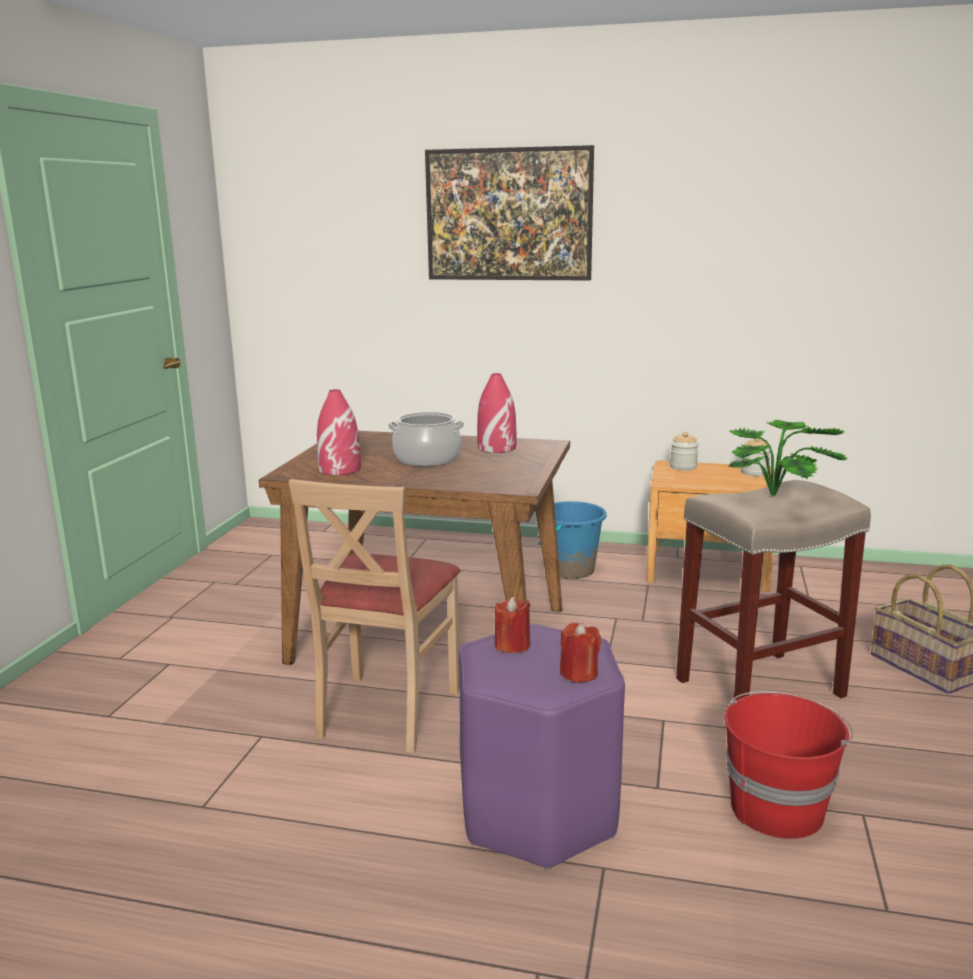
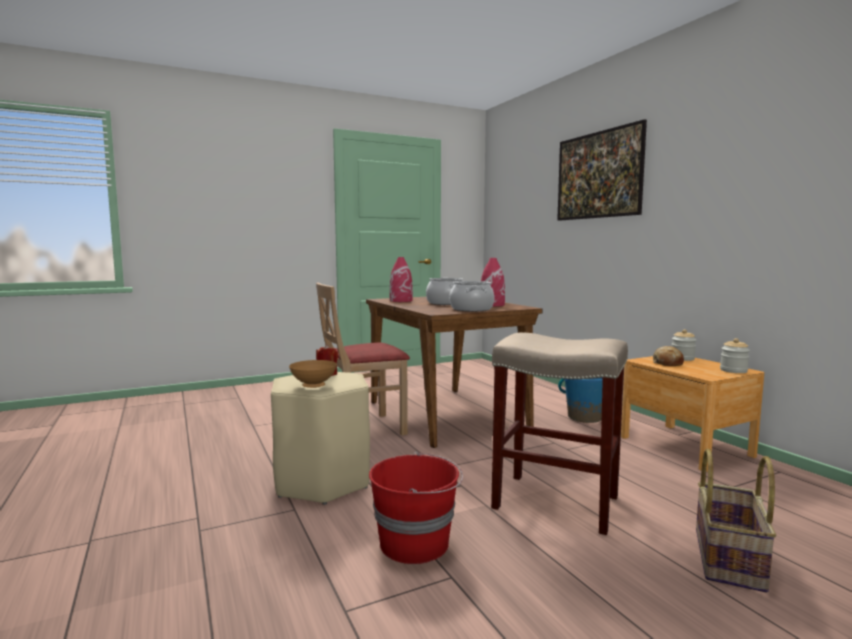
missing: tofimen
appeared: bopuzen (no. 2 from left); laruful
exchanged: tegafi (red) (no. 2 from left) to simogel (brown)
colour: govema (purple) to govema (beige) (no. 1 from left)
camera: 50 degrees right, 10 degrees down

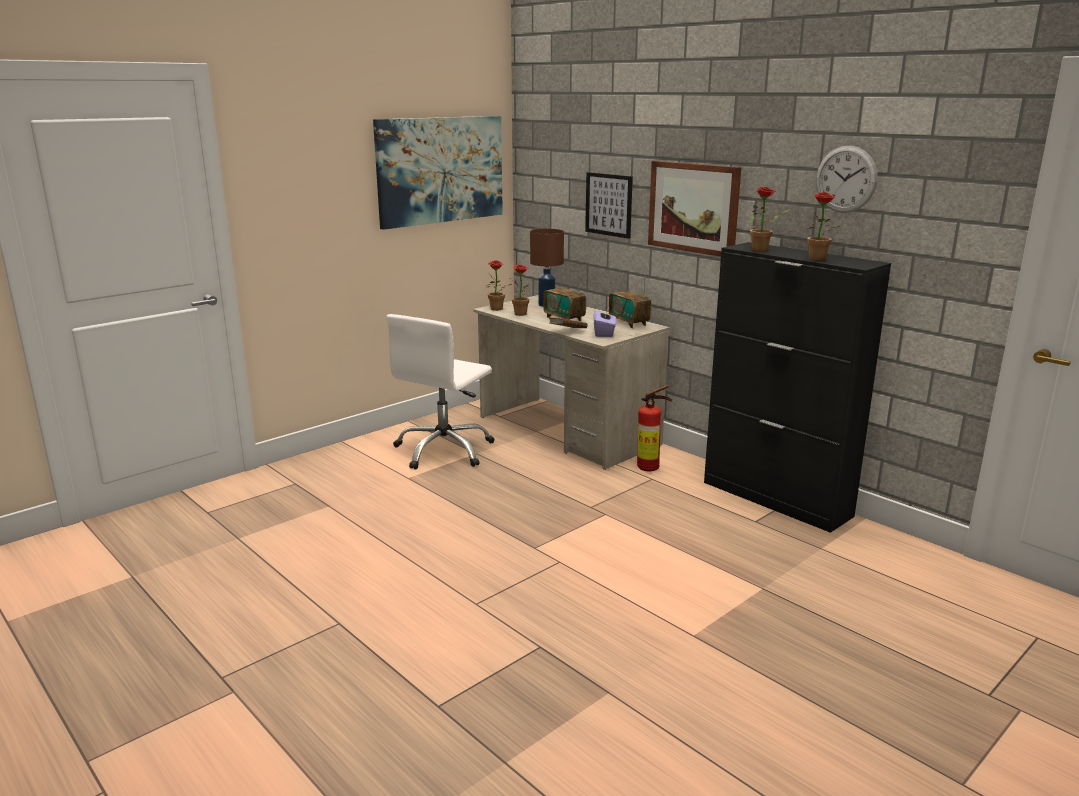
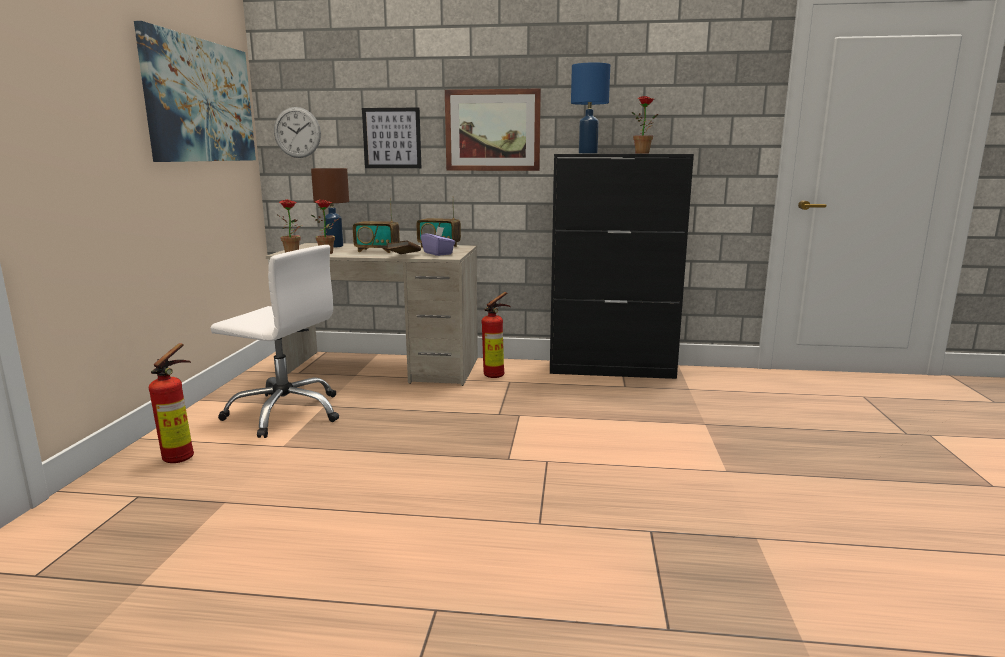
appeared: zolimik (no. 1 from left)
relocated: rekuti
exchanged: tofimen (no. 3 from left) to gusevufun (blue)
spun: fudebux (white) 60 degrees counterclockwise
camera: 40 degrees left, 5 degrees down

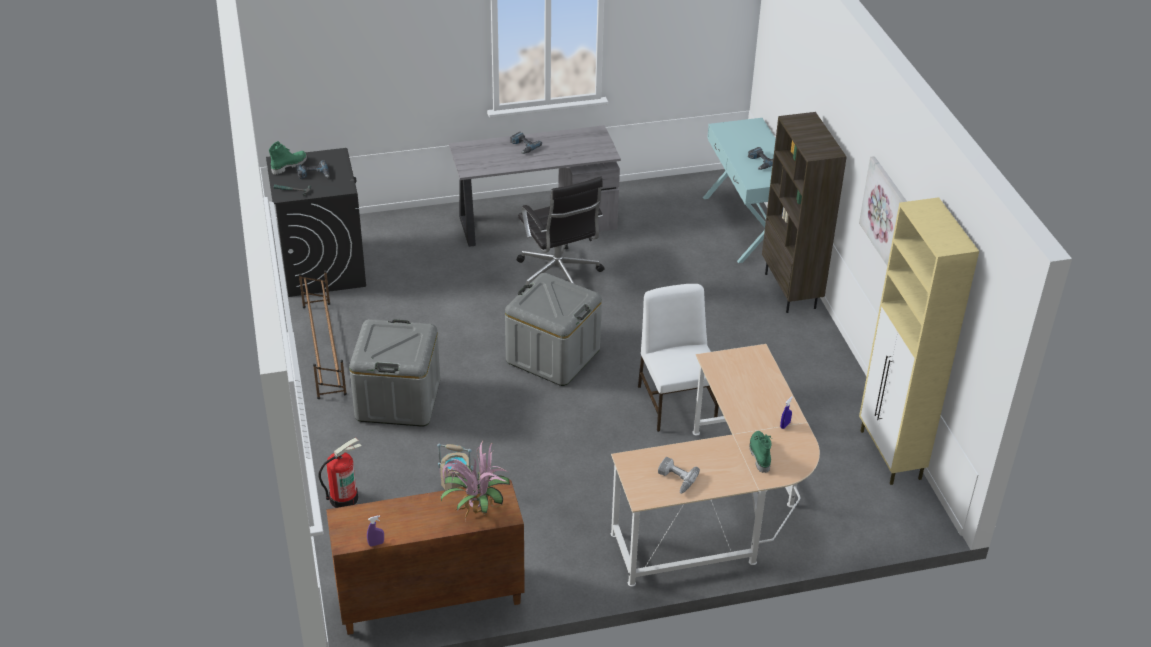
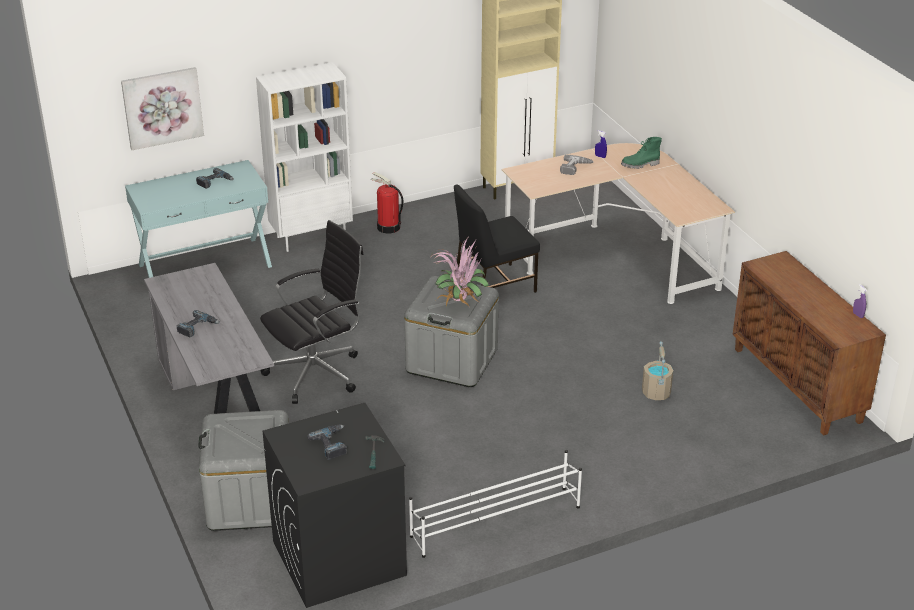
missing: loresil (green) (no. 1 from left)
relocated: zolimik; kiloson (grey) (no. 1 from left); tofimen; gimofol (no. 3 from left in the first image) to gimofol (no. 4 from left); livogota
colour: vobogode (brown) to vobogode (white); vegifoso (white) to vegifoso (black); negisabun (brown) to negisabun (white)
camera: 100 degrees left, 5 degrees down

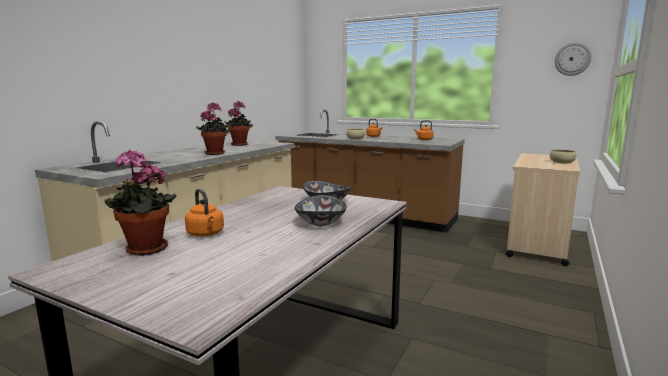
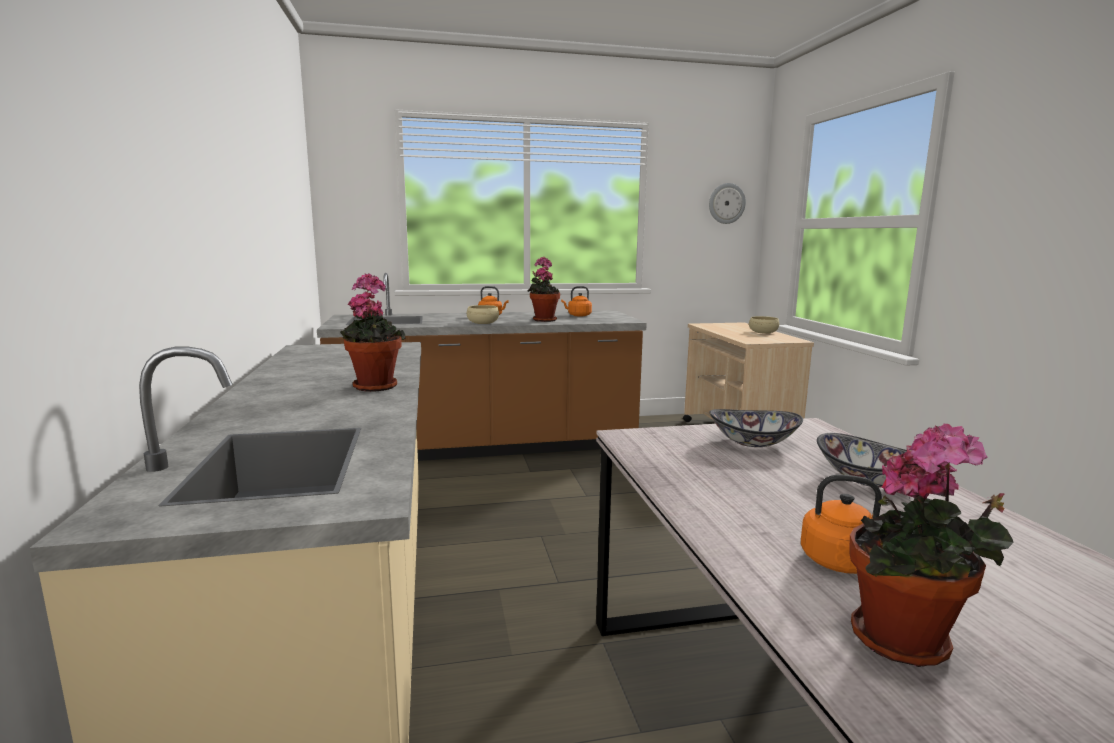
relocated: tofimen (no. 3 from left in the first image) to tofimen (no. 2 from left)
camera: 40 degrees left, 0 degrees up

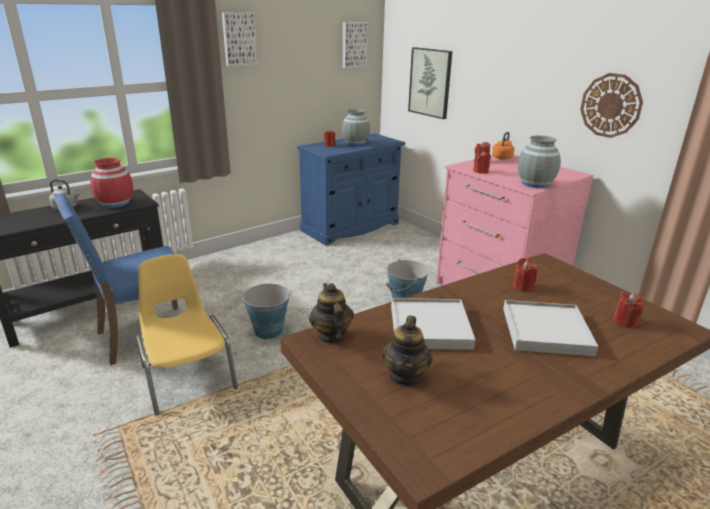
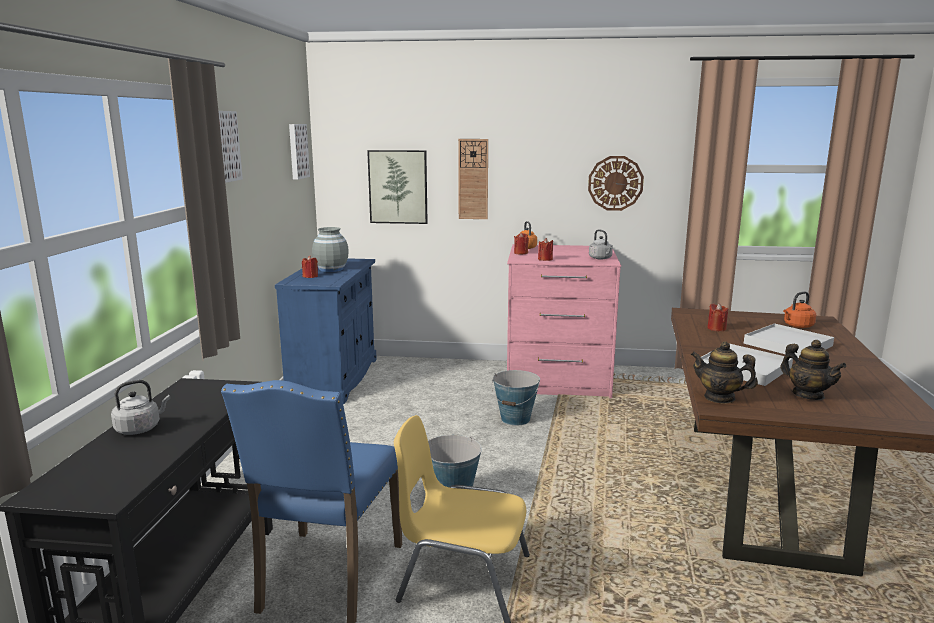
missing: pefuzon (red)
appeared: rekuti (no. 1 from left)
exchanged: pefuzon (grey) (no. 2 from left) to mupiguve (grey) (no. 2 from left); tegafi (red) (no. 5 from left) to mupiguve (orange) (no. 2 from left)
camera: 45 degrees left, 10 degrees down

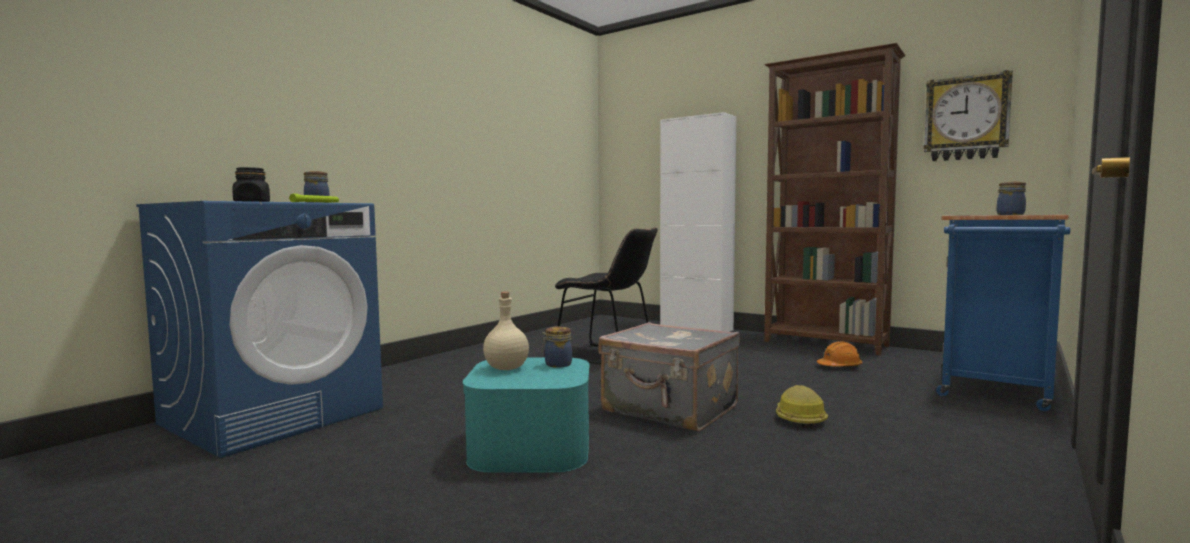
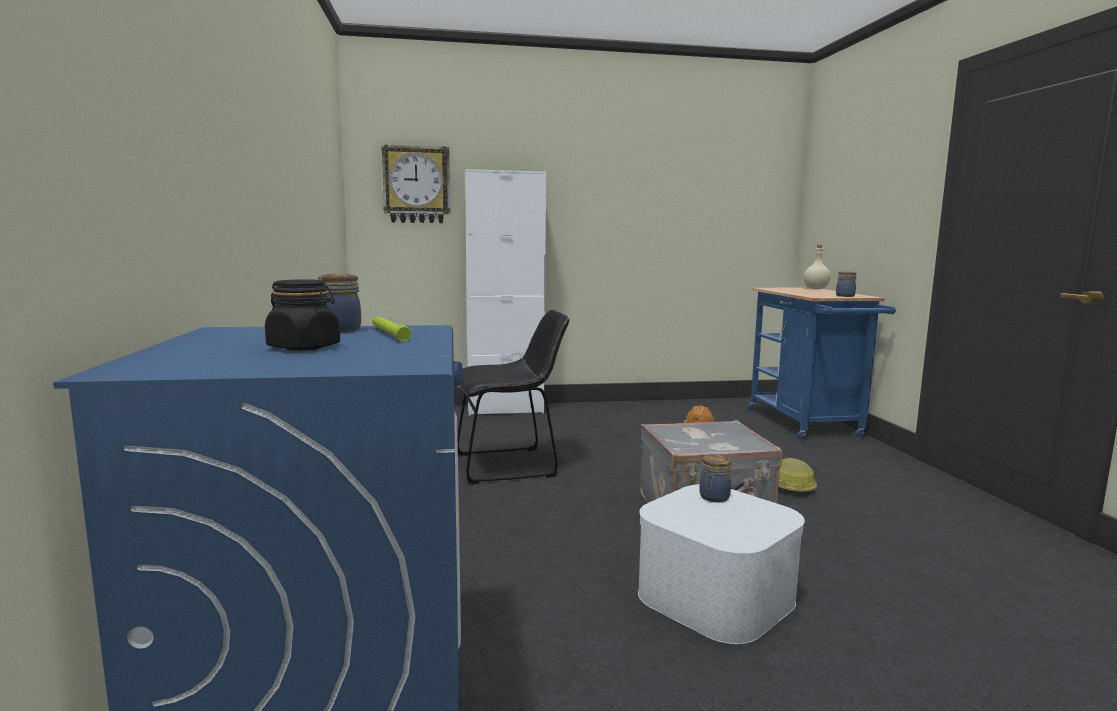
missing: negisabun (brown)
relocated: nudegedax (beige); rekuti
colour: kiloson (turquoise) to kiloson (white)
camera: 45 degrees left, 5 degrees up

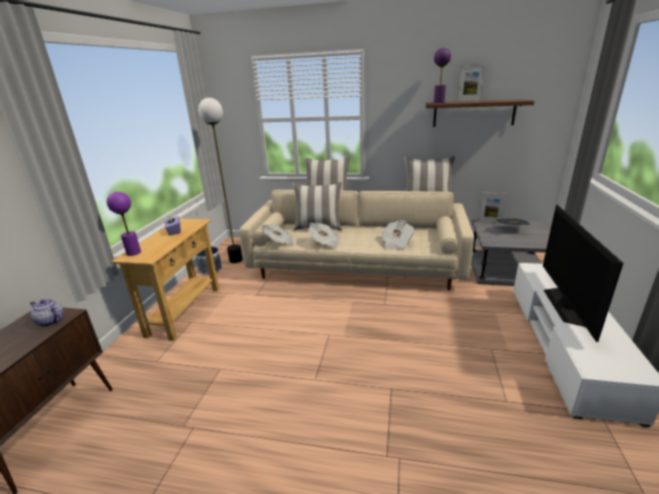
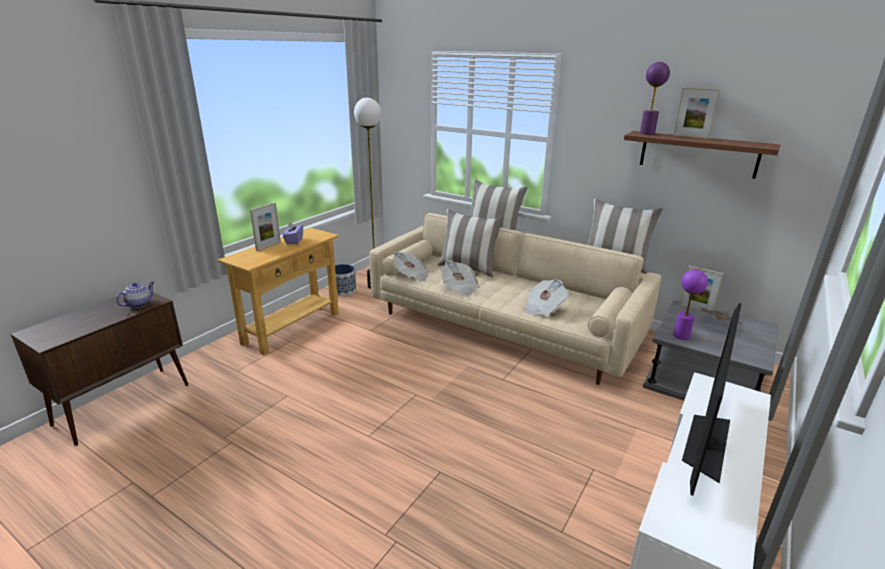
appeared: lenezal (no. 1 from left)
relocated: gusevufun (purple) (no. 1 from left in the first image) to gusevufun (purple) (no. 2 from left)
spun: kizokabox 75 degrees clockwise
camera: 20 degrees right, 0 degrees up

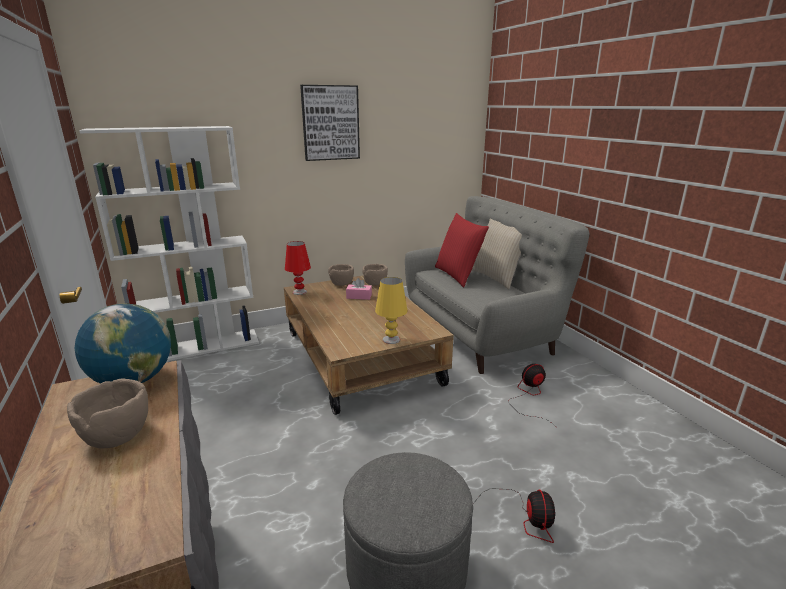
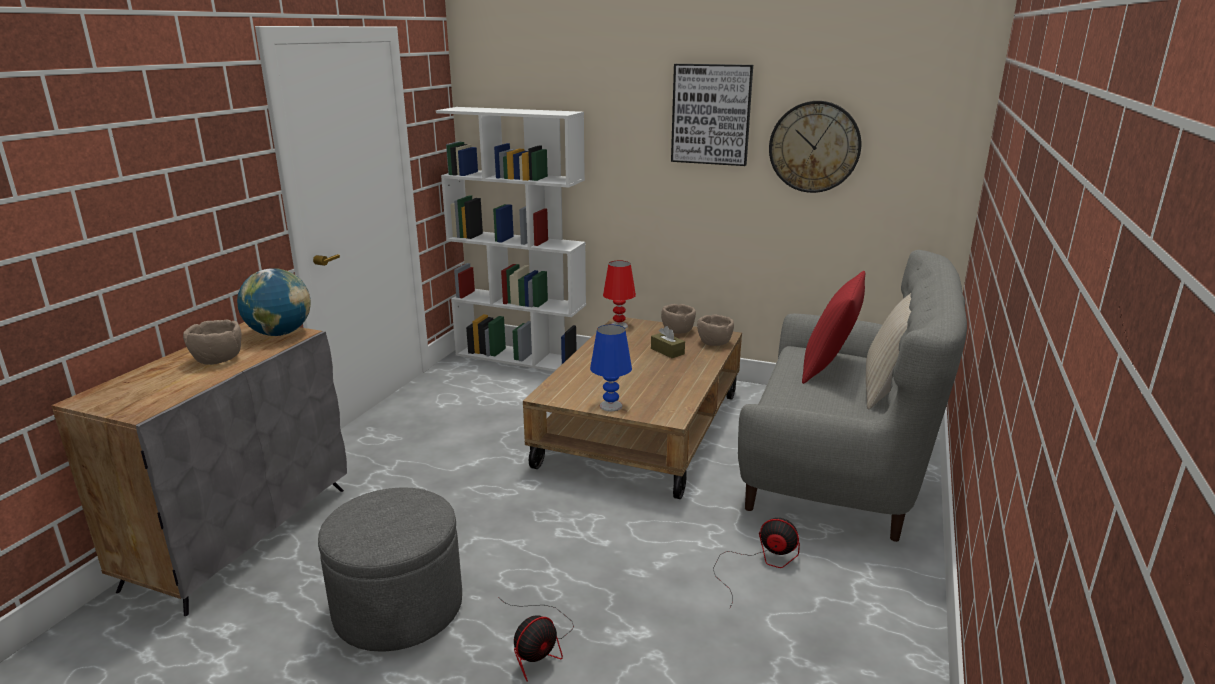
appeared: rekuti
colour: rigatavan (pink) to rigatavan (brown); gusevufun (yellow) to gusevufun (blue)
camera: 45 degrees right, 0 degrees up

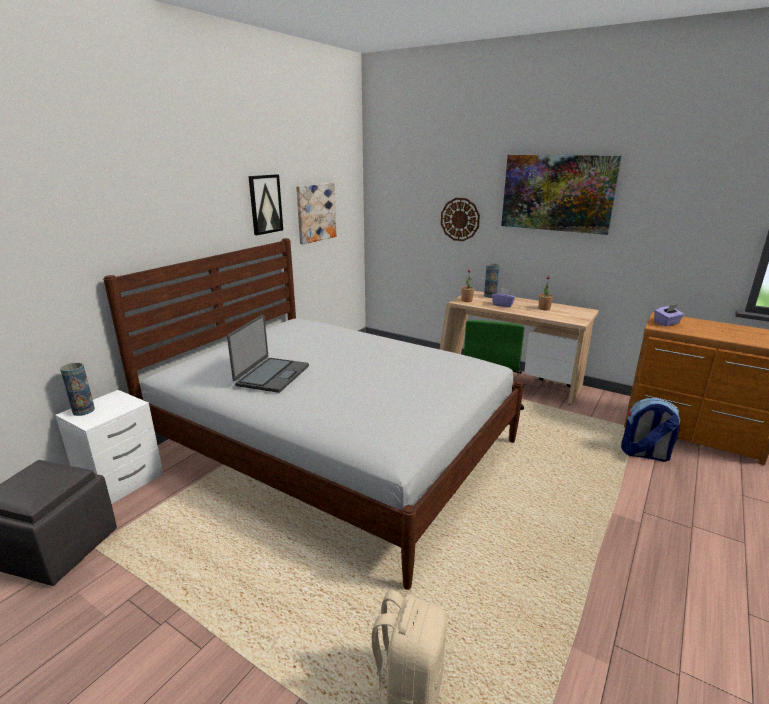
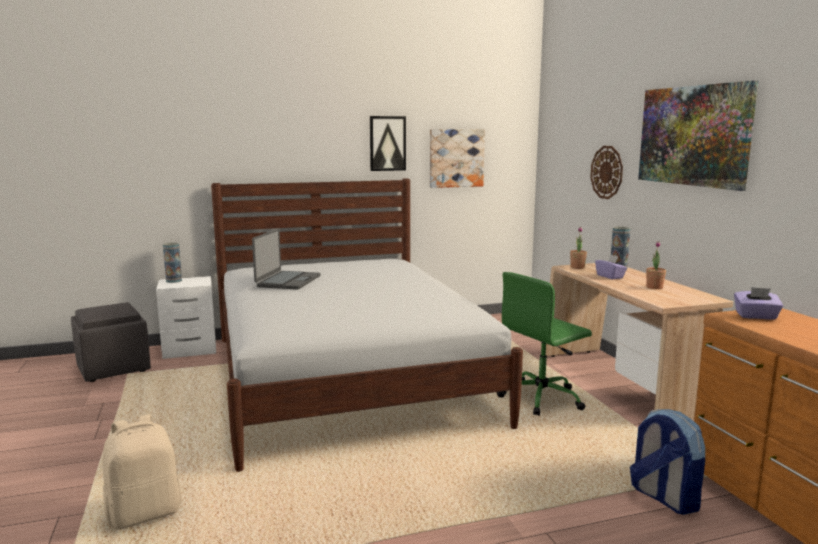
spun: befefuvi 45 degrees counterclockwise
camera: 40 degrees right, 10 degrees down

